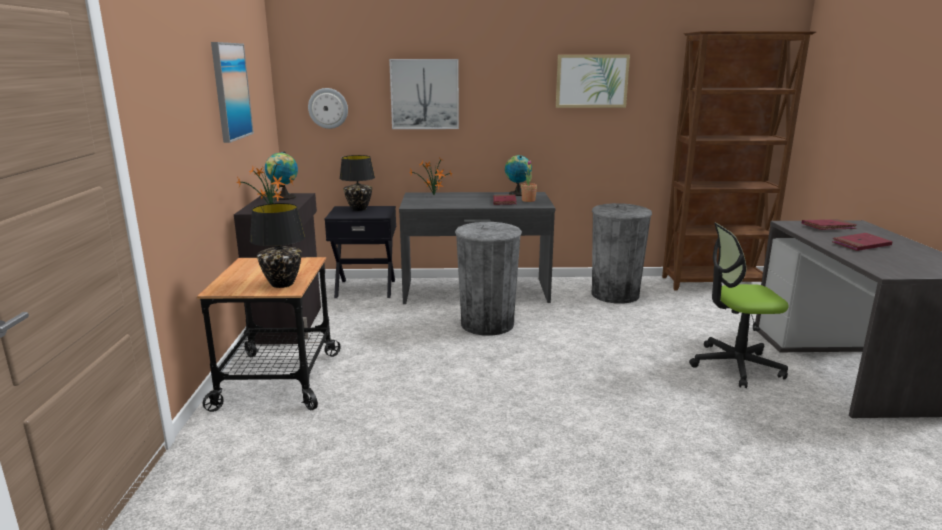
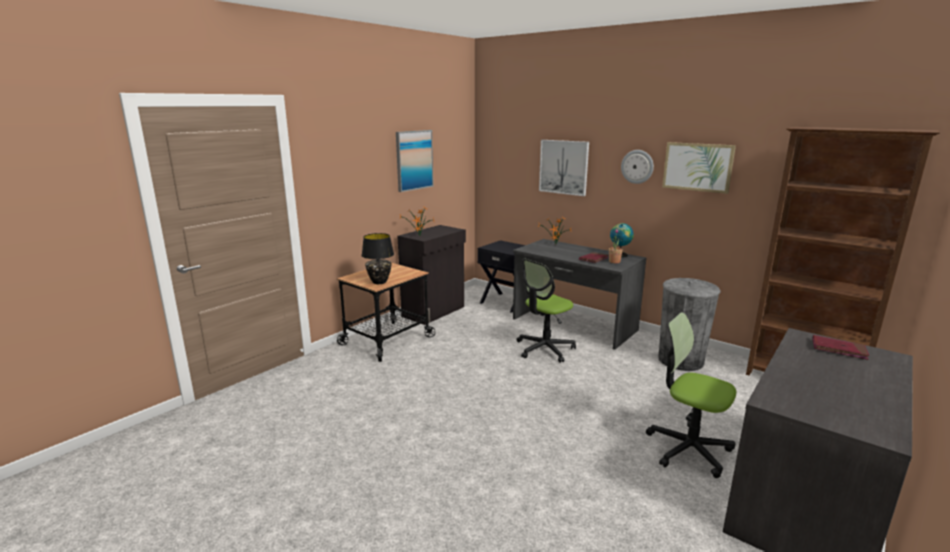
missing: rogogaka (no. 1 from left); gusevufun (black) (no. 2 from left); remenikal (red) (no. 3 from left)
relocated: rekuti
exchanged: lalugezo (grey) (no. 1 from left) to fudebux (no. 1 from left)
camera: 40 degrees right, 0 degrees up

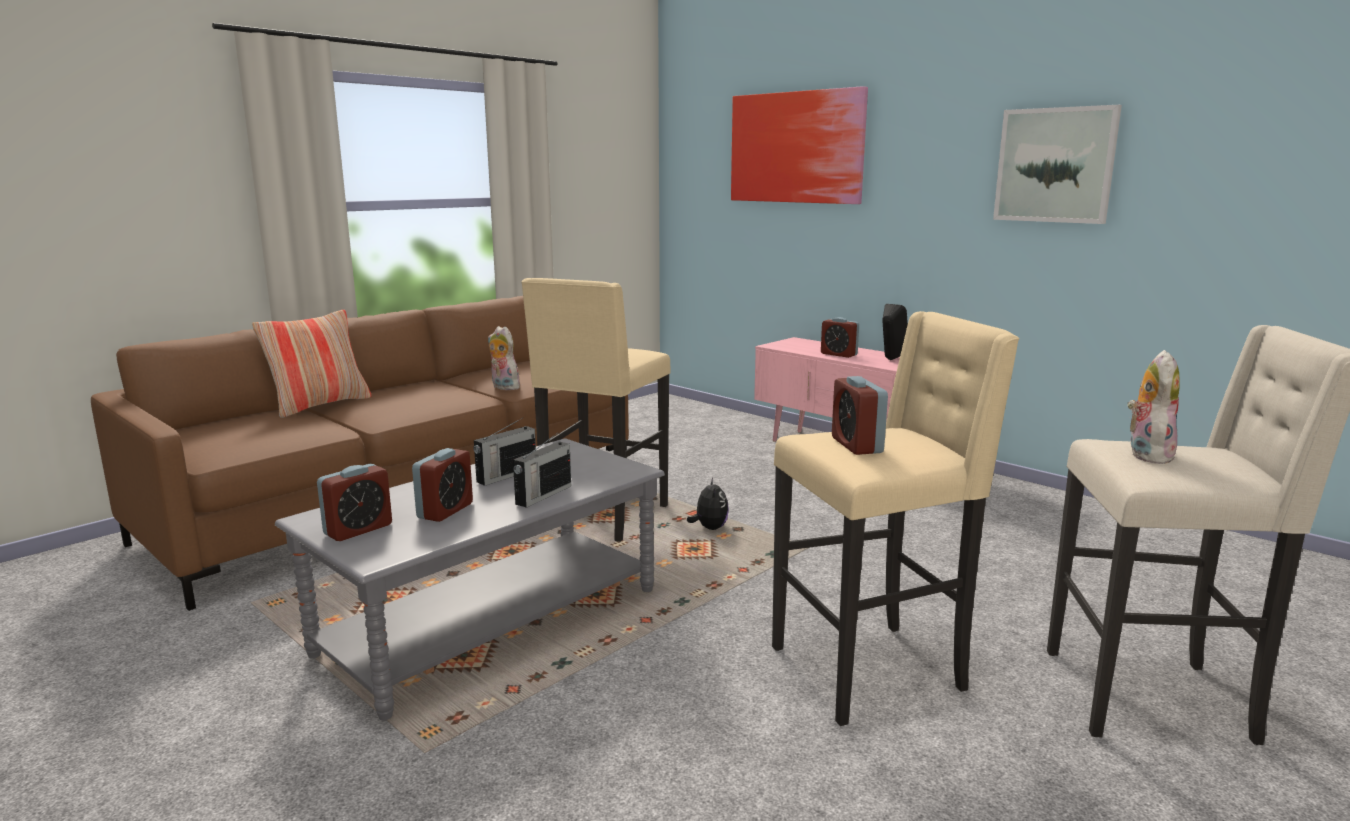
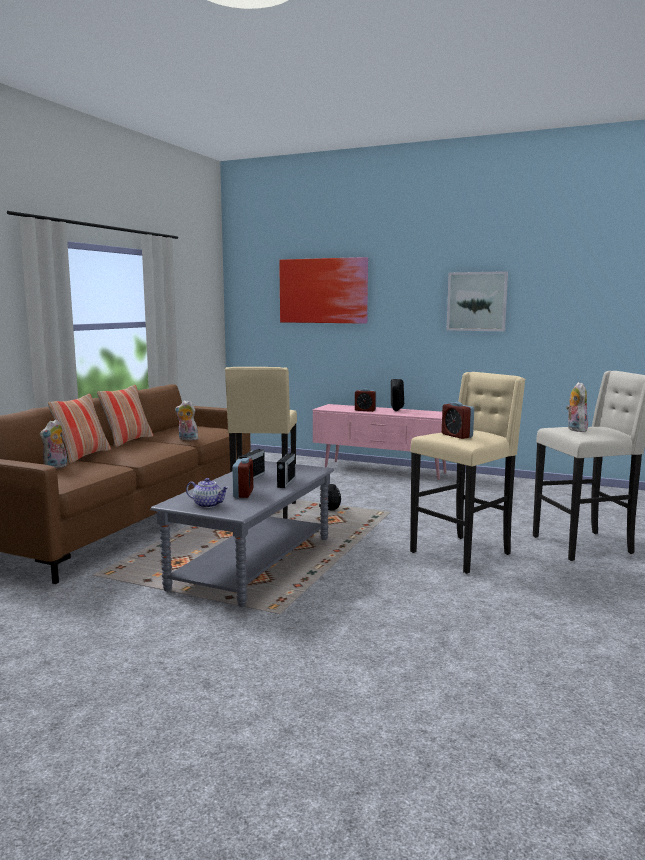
appeared: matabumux (no. 1 from left); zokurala (no. 2 from left)
exchanged: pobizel (no. 1 from left) to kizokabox
camera: 20 degrees left, 5 degrees down

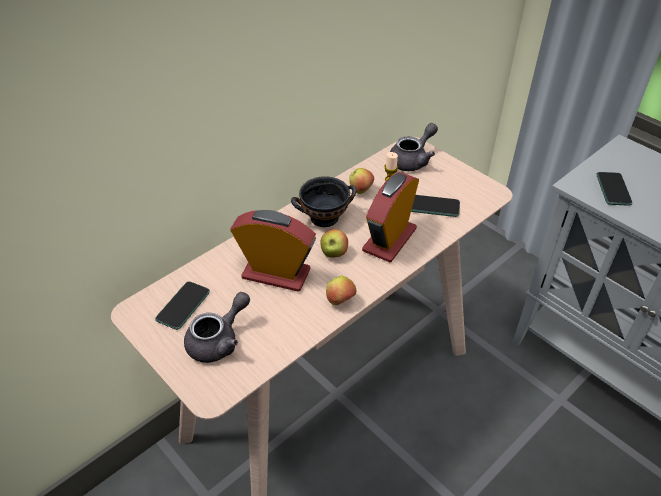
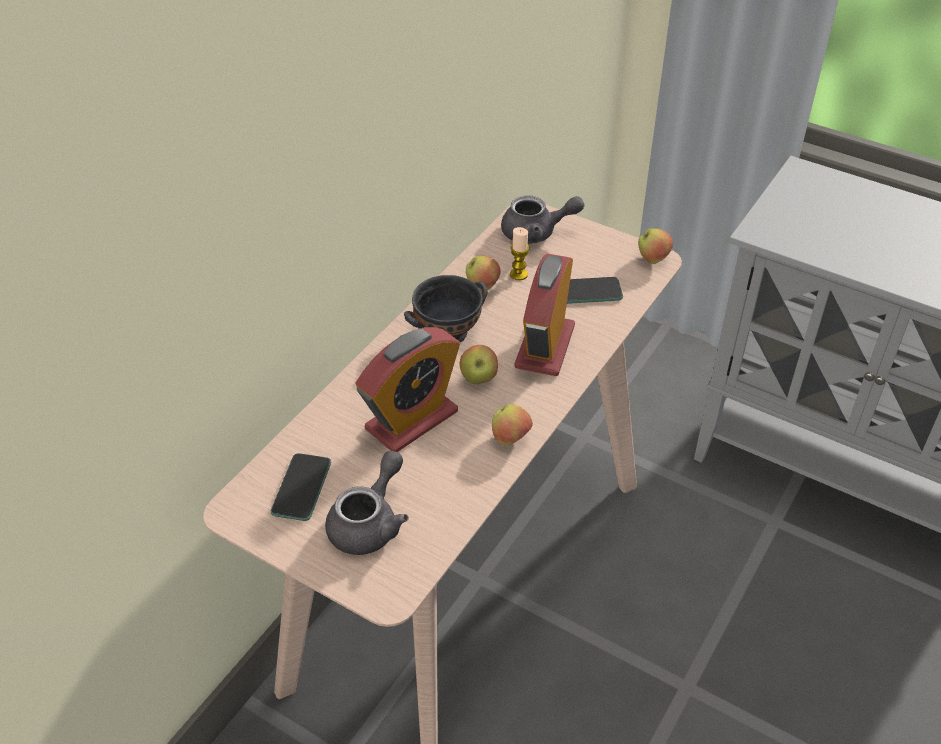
missing: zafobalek (no. 3 from left)
appeared: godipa (no. 4 from left)
spun: pobizel (no. 1 from left) 135 degrees clockwise; kizokabox (grey) (no. 2 from left) 60 degrees clockwise
camera: 15 degrees left, 0 degrees up

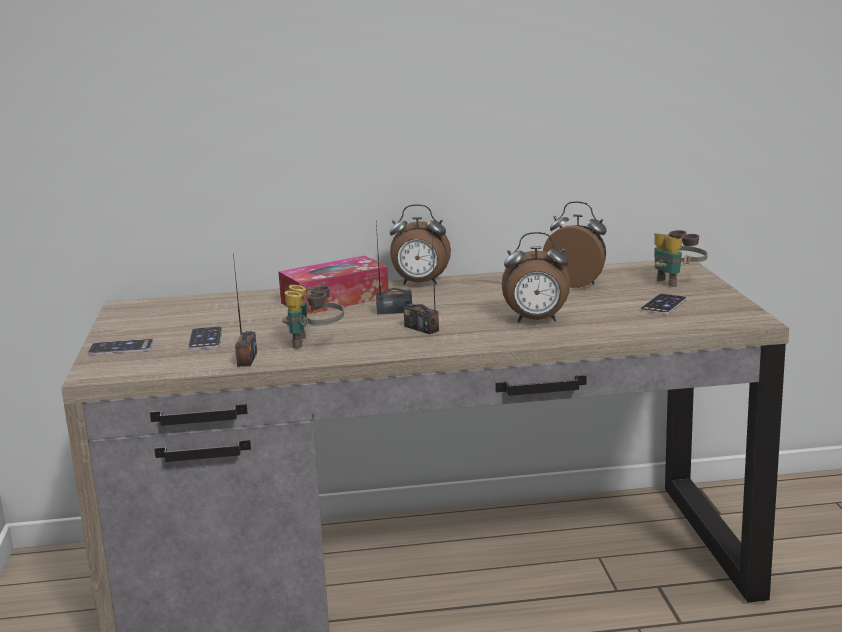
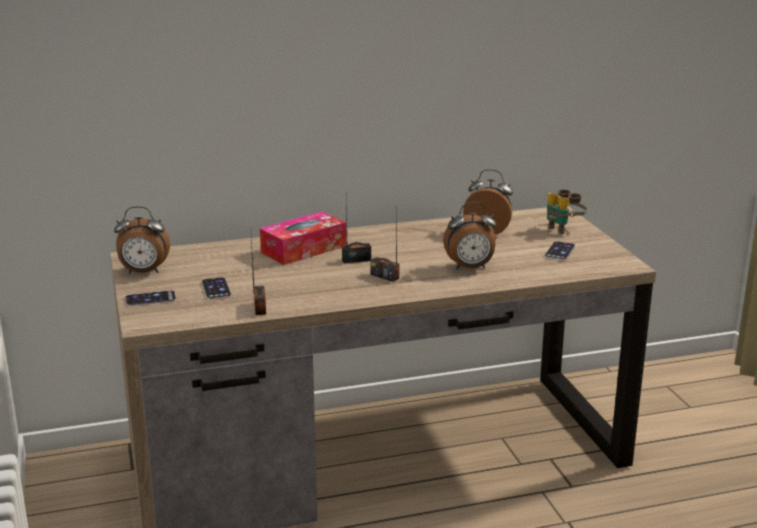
missing: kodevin (no. 1 from left)
relocated: pobizel (no. 1 from left)
camera: 10 degrees left, 5 degrees up

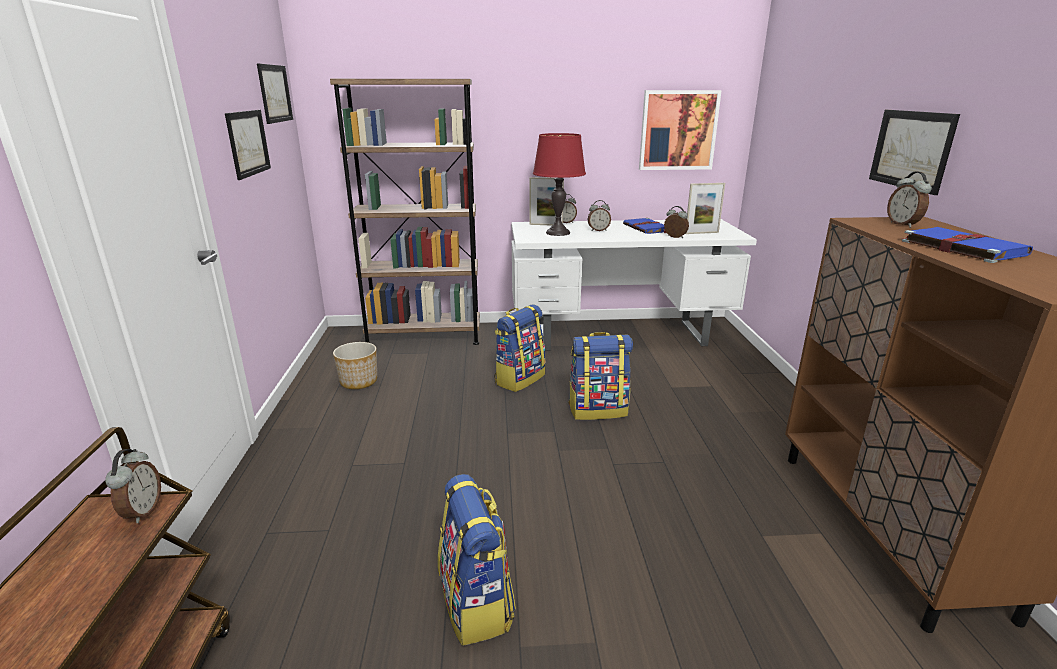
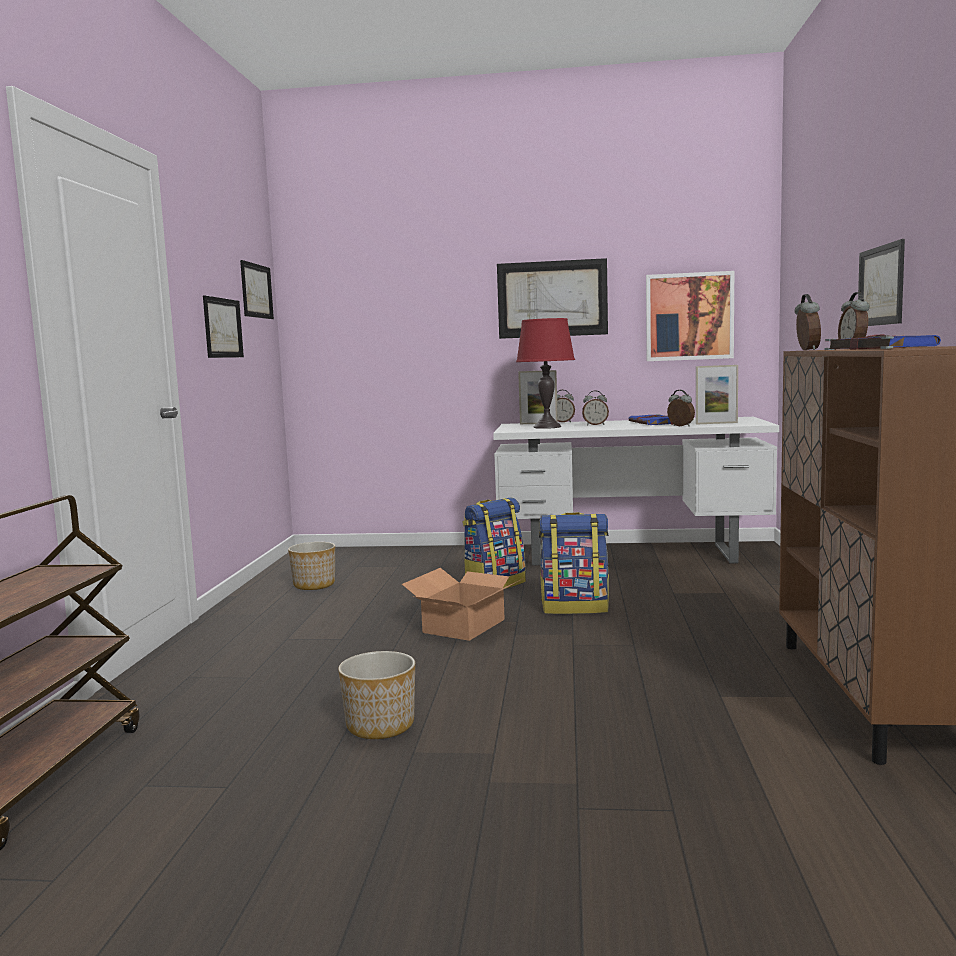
missing: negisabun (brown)
appeared: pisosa; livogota (no. 3 from left)
relocated: pobizel (no. 1 from left in the first image) to pobizel (no. 4 from left)
exchanged: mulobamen (no. 1 from left) to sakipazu (no. 2 from left)
camera: 10 degrees right, 15 degrees down

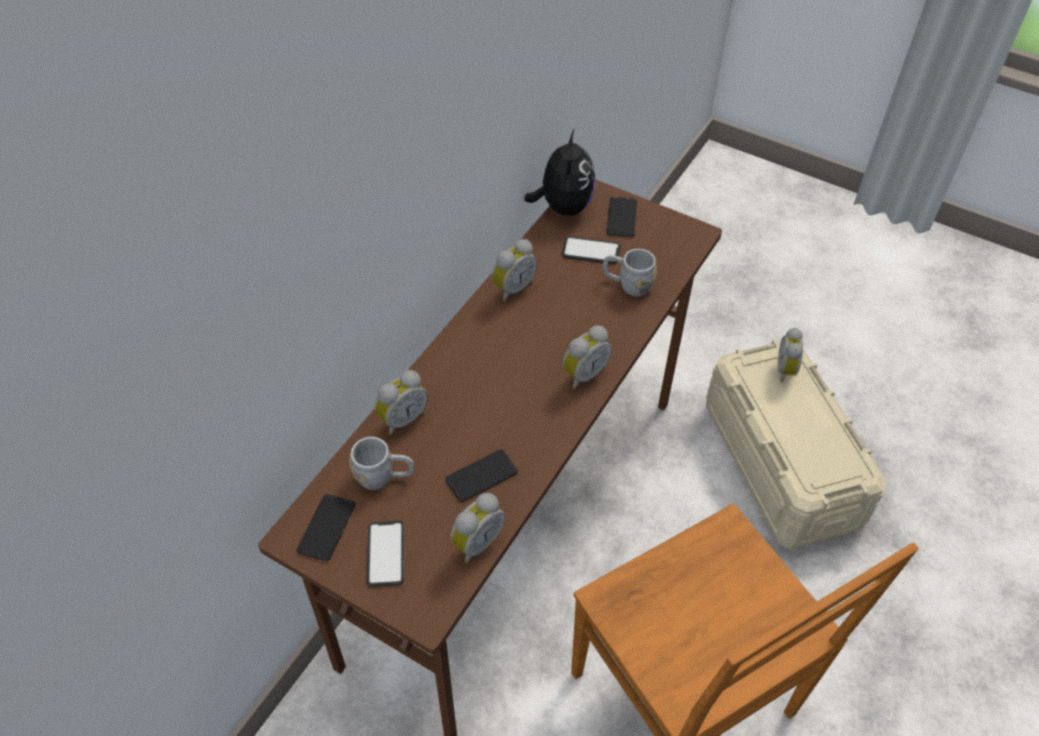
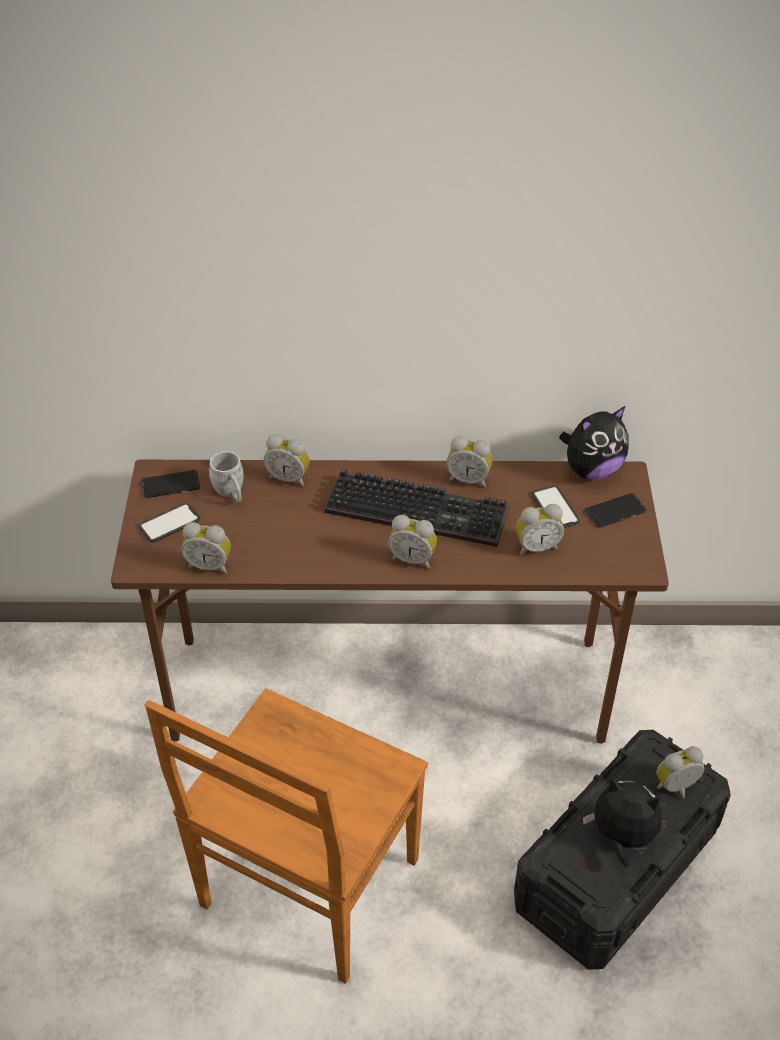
missing: zafobalek (no. 3 from left)
appeared: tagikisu; matabumux (no. 2 from left)
exchanged: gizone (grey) (no. 2 from left) to pobizel (no. 5 from left)
colour: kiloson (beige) to kiloson (black)
camera: 60 degrees right, 5 degrees down

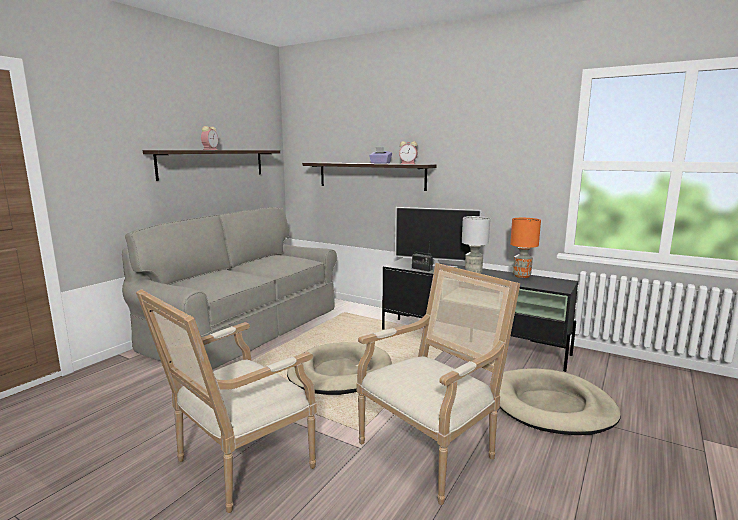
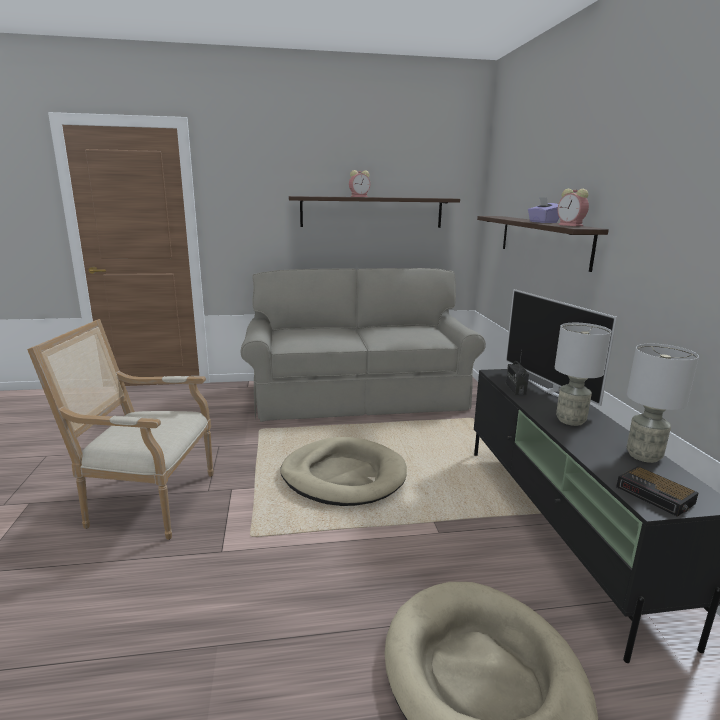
missing: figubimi (no. 2 from left)
appeared: pobizel (no. 3 from left)
colour: gusevufun (orange) to gusevufun (grey) (no. 2 from left)
camera: 50 degrees right, 5 degrees up

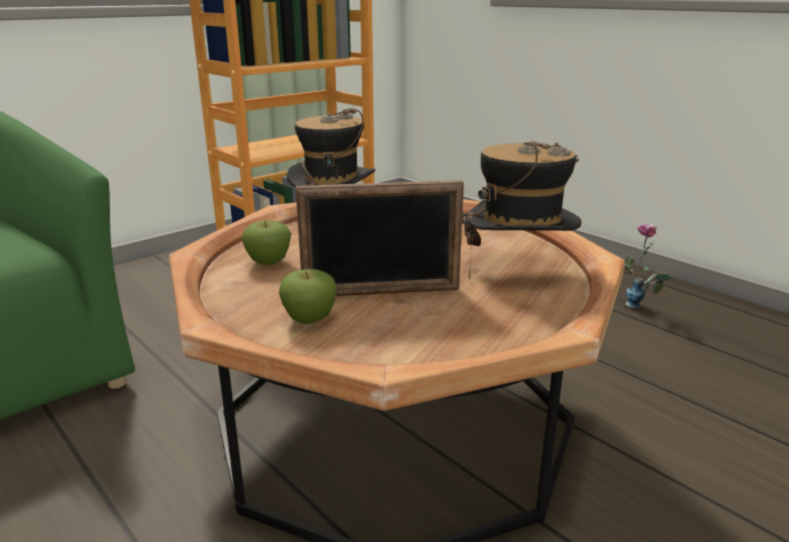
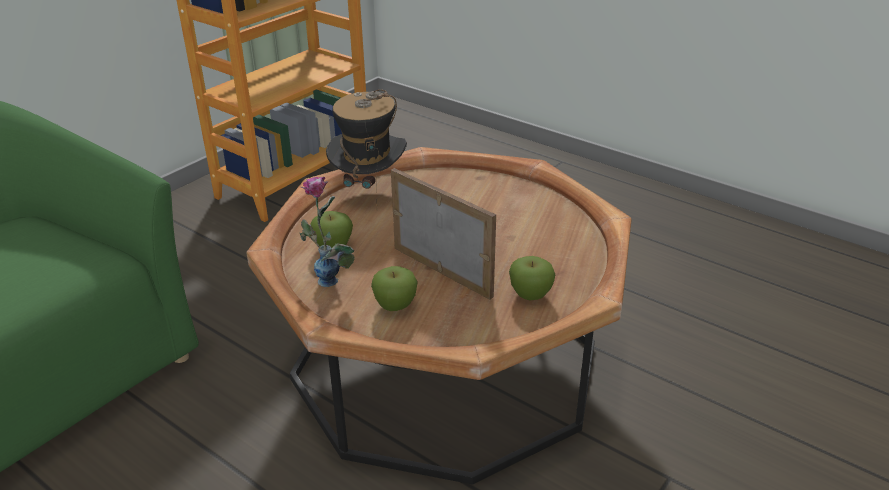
missing: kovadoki (no. 2 from left)
appeared: godipa (no. 3 from left)
relocated: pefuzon
spun: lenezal 120 degrees counterclockwise
camera: 10 degrees left, 10 degrees up

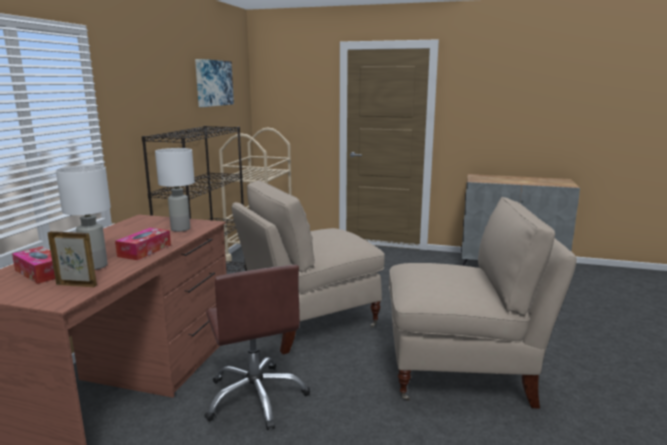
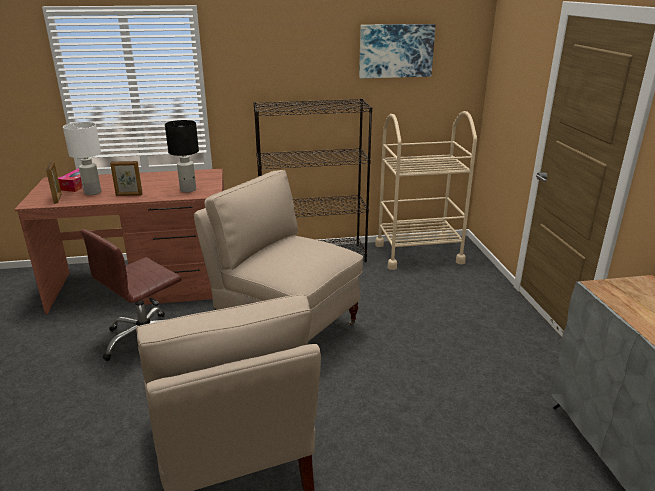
exchanged: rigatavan (no. 2 from left) to lenezal (no. 2 from left)
colour: gusevufun (white) (no. 2 from left) to gusevufun (black)
camera: 65 degrees right, 10 degrees up

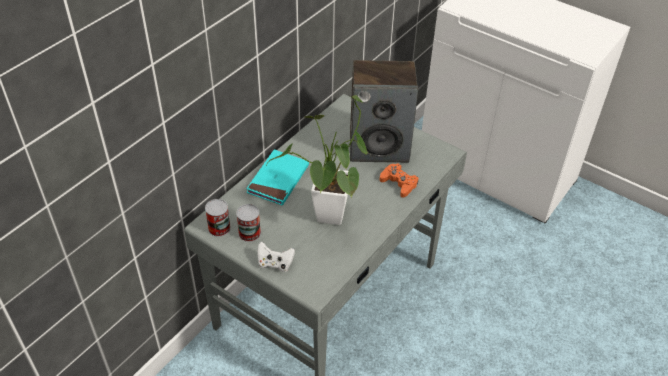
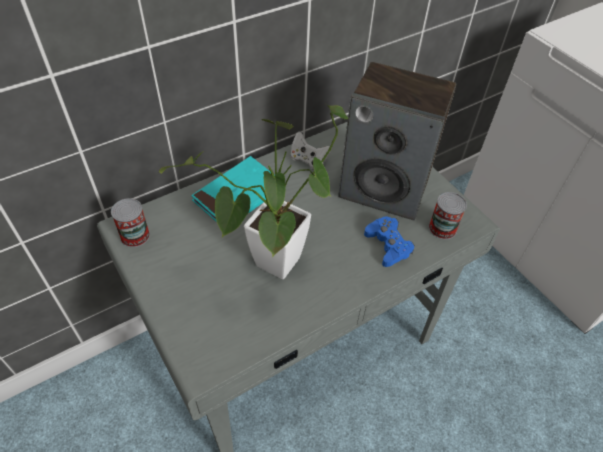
relocated: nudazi (no. 2 from left); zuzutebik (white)
colour: zuzutebik (orange) to zuzutebik (blue)
camera: 20 degrees right, 5 degrees up

